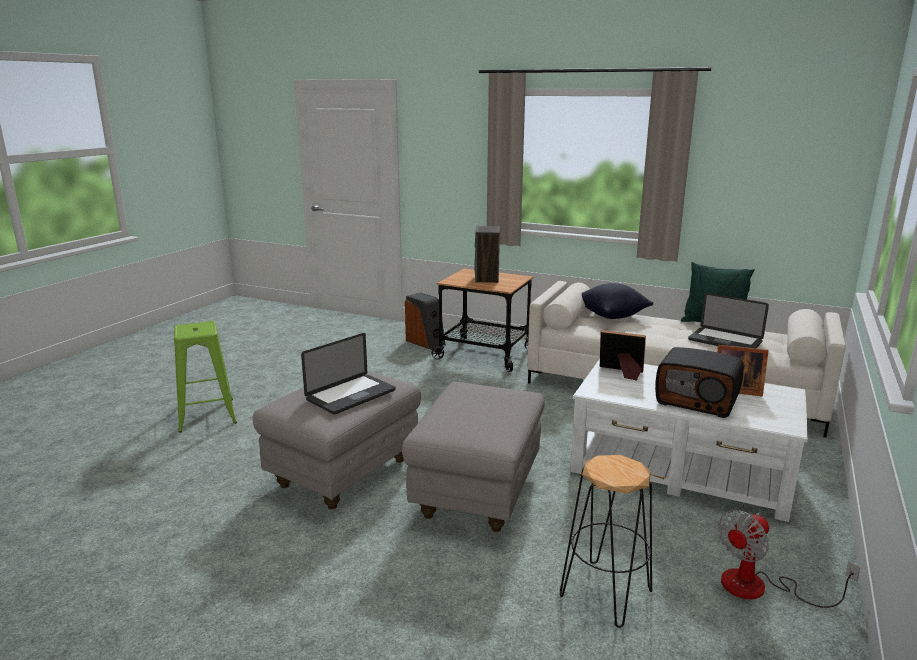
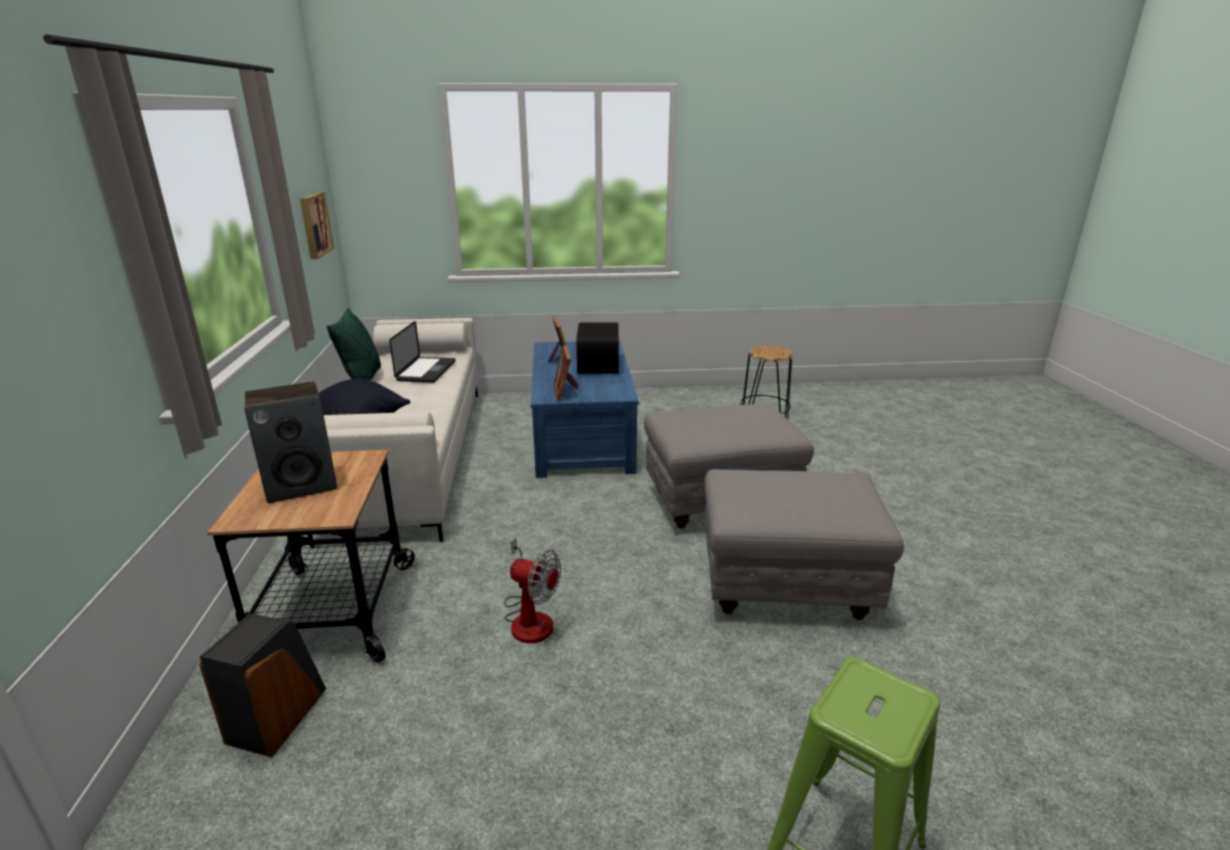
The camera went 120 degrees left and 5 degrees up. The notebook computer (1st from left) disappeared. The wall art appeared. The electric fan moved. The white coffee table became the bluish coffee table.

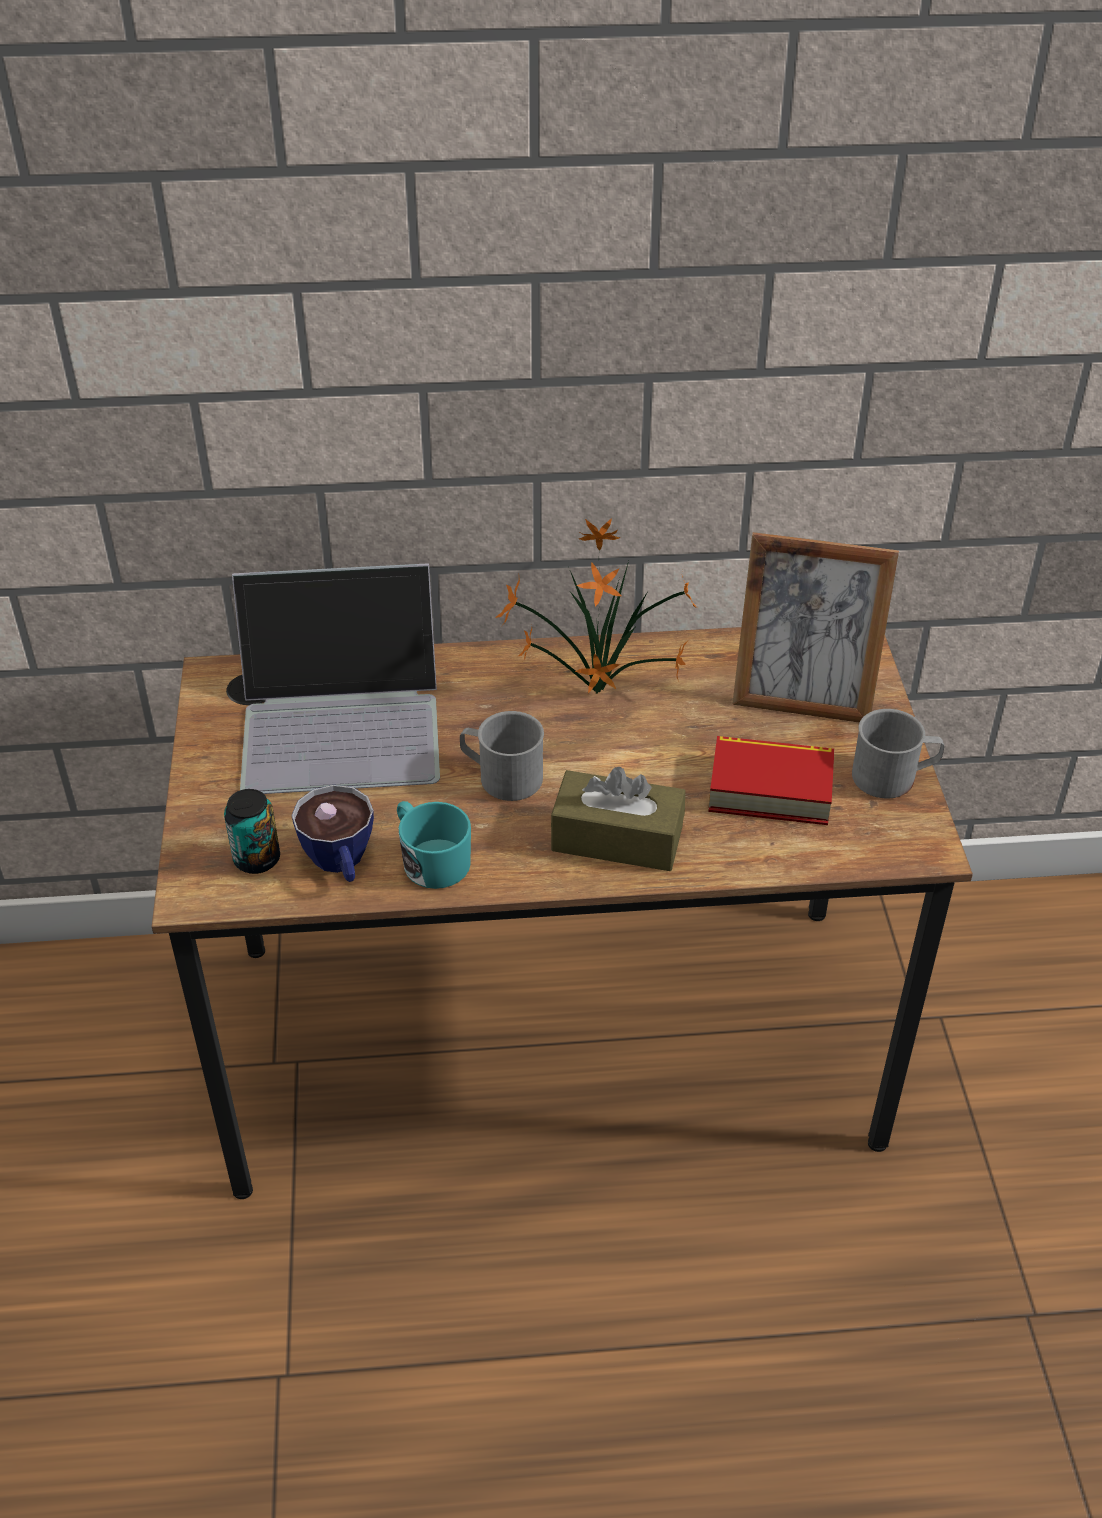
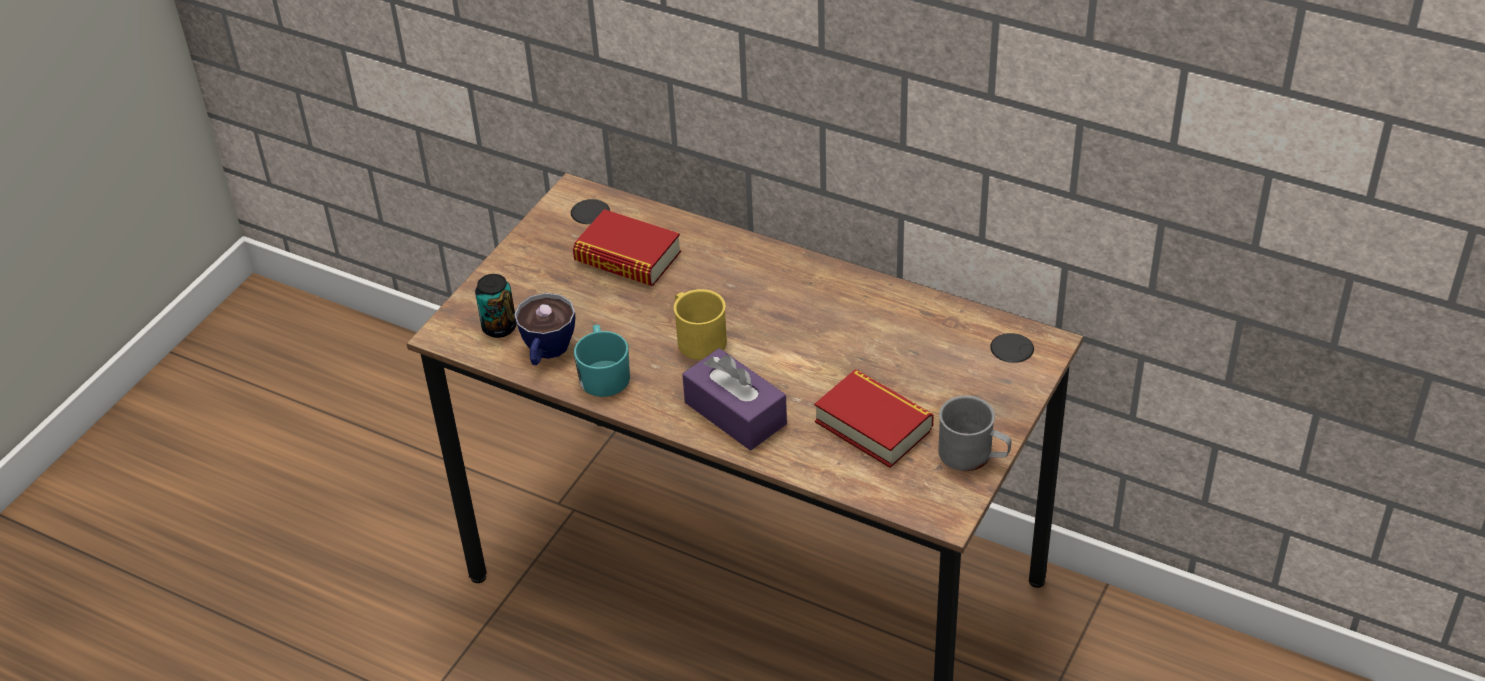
The camera went 35 degrees right and 0 degrees up. The potted plant disappeared. The photo frame disappeared. The notebook computer was replaced by the volume (1st from left). The gray coffee mug (1st from left) became the yellow coffee mug. The brown-coloured box of tissues became the purplish box of tissues.

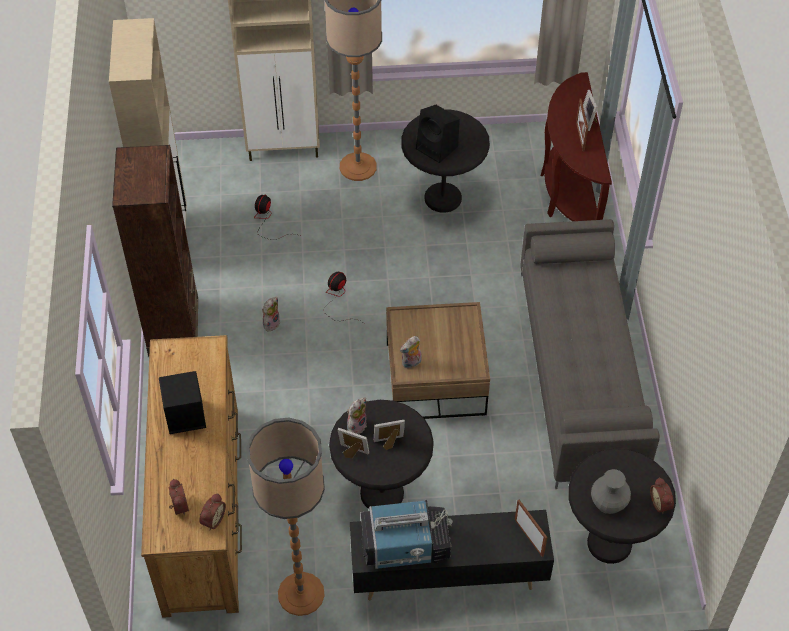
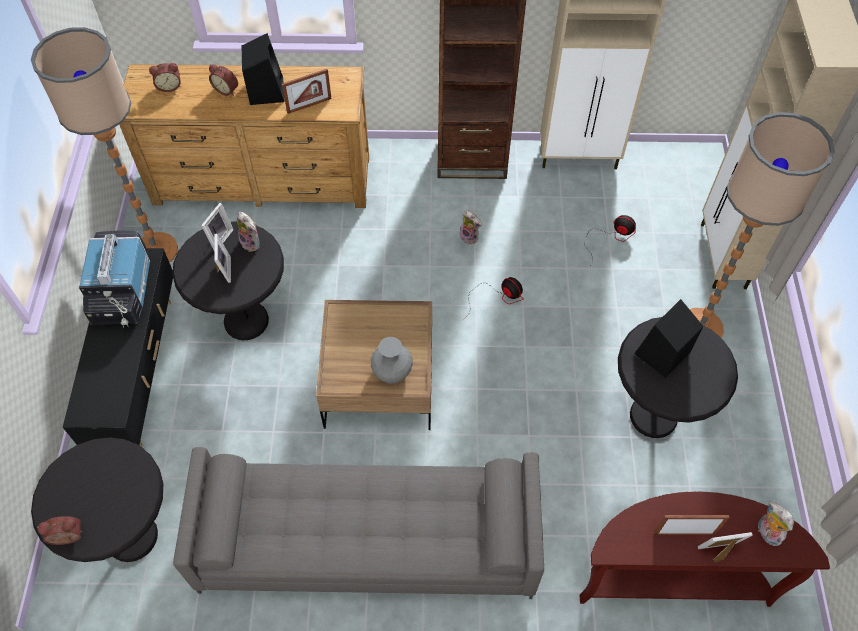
The camera went 95 degrees right and 5 degrees up. The table clock (2nd from left in the first image) moved. The plush toy (3rd from left) moved. The photo frame (3rd from left) moved. The gray vase moved.

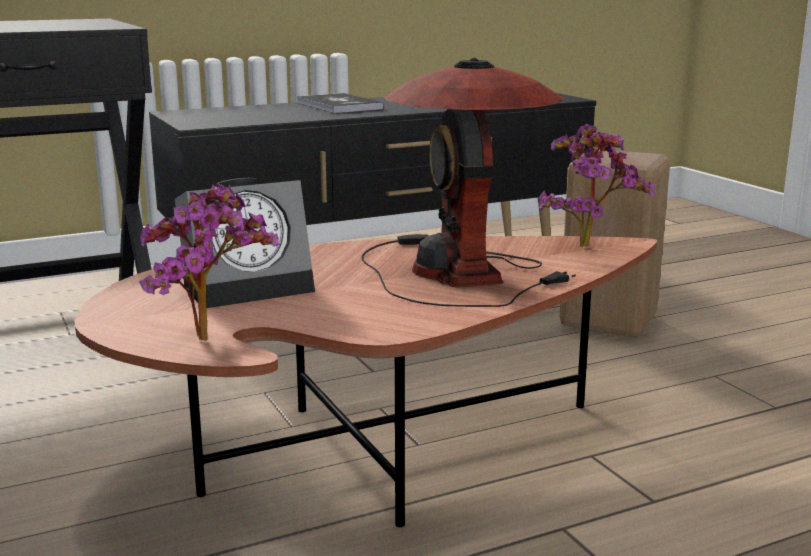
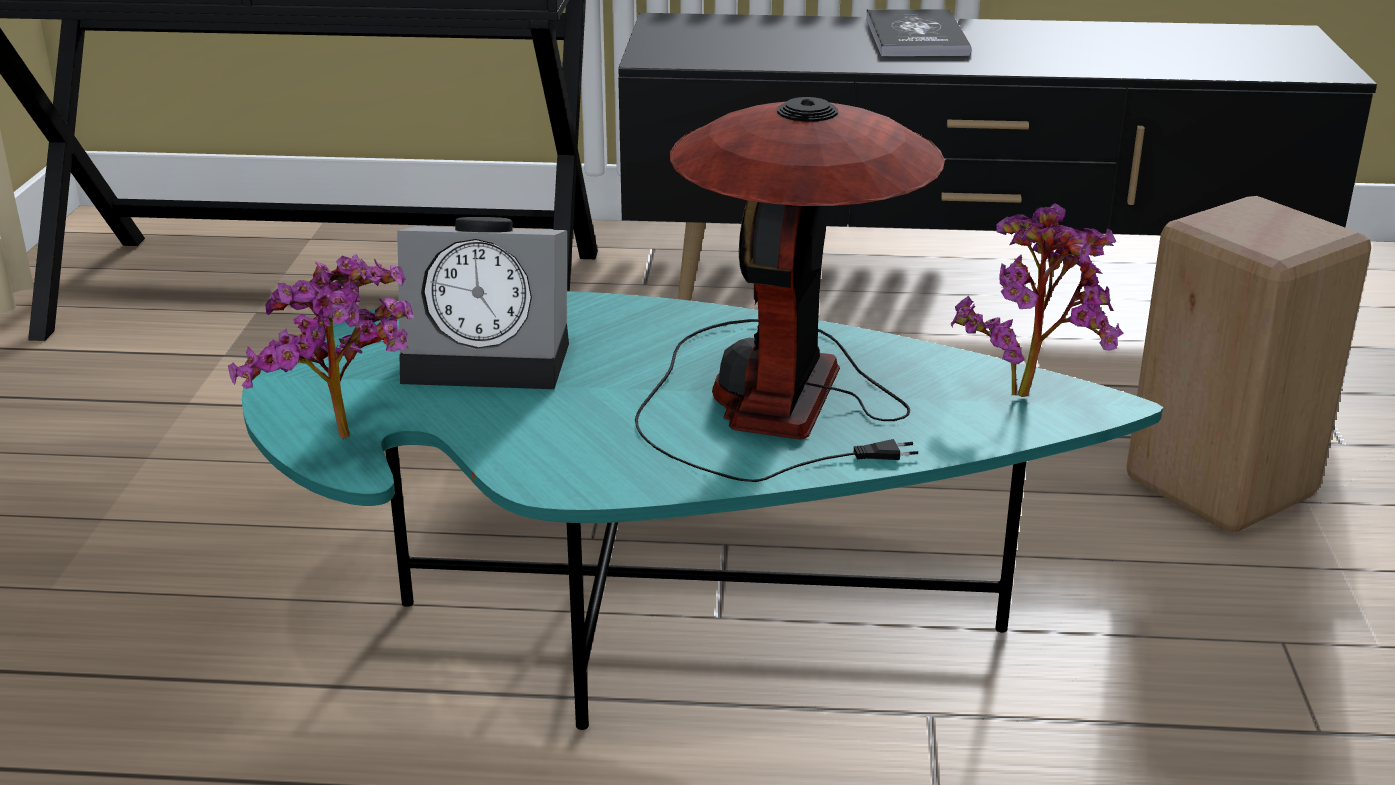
The camera went 30 degrees right and 10 degrees up. The brown-coloured coffee table became the turquoise-coloured coffee table.

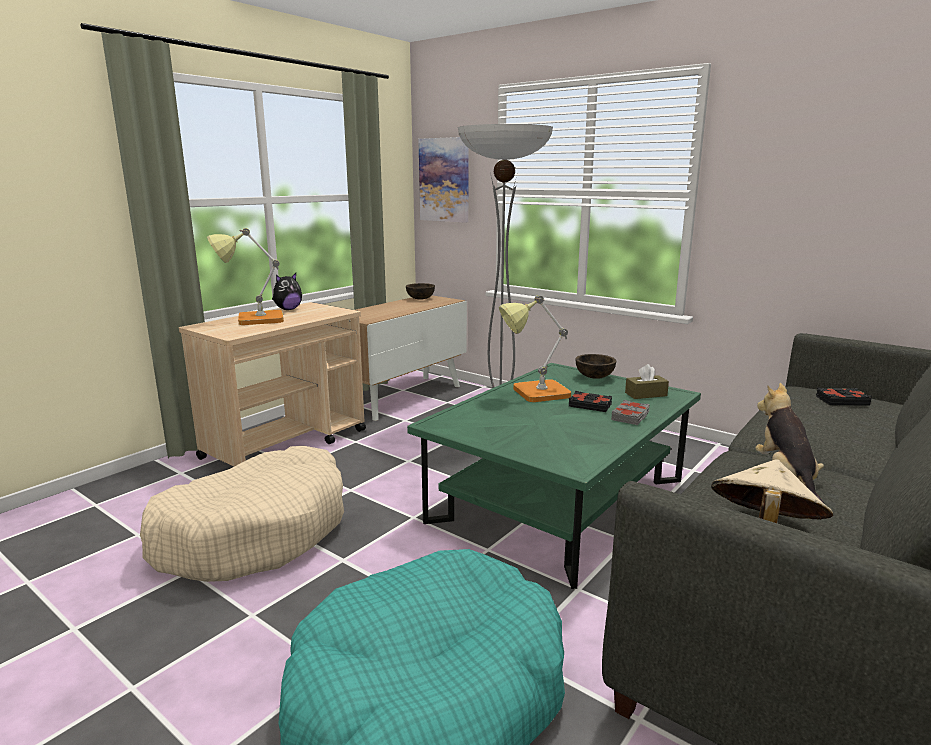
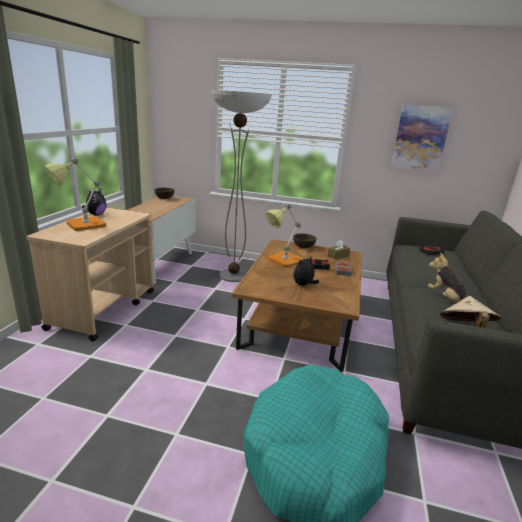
The camera went 25 degrees left and 5 degrees up. The beige-coloured pet bed disappeared. The plush toy (2nd from left) appeared. The wall art moved. The green coffee table became the brown-coloured coffee table.

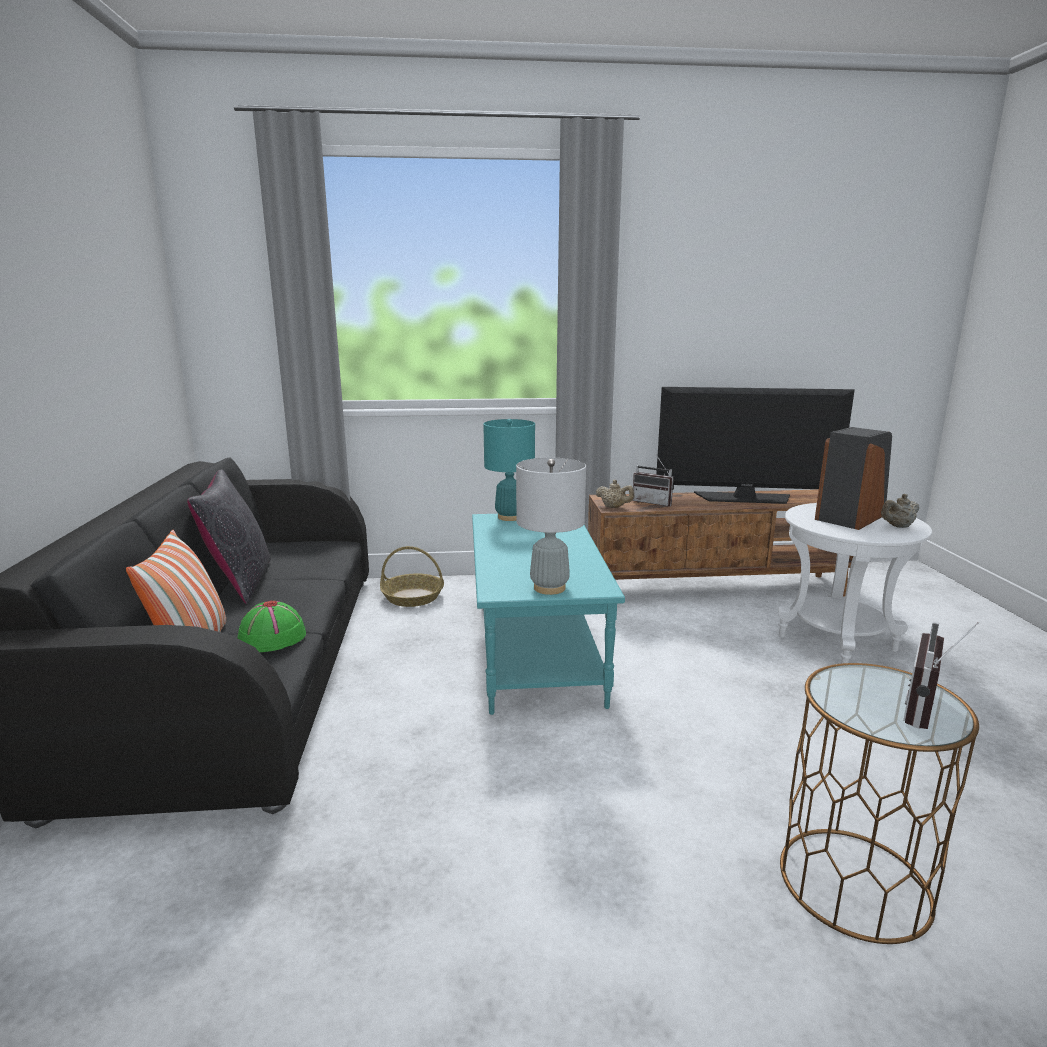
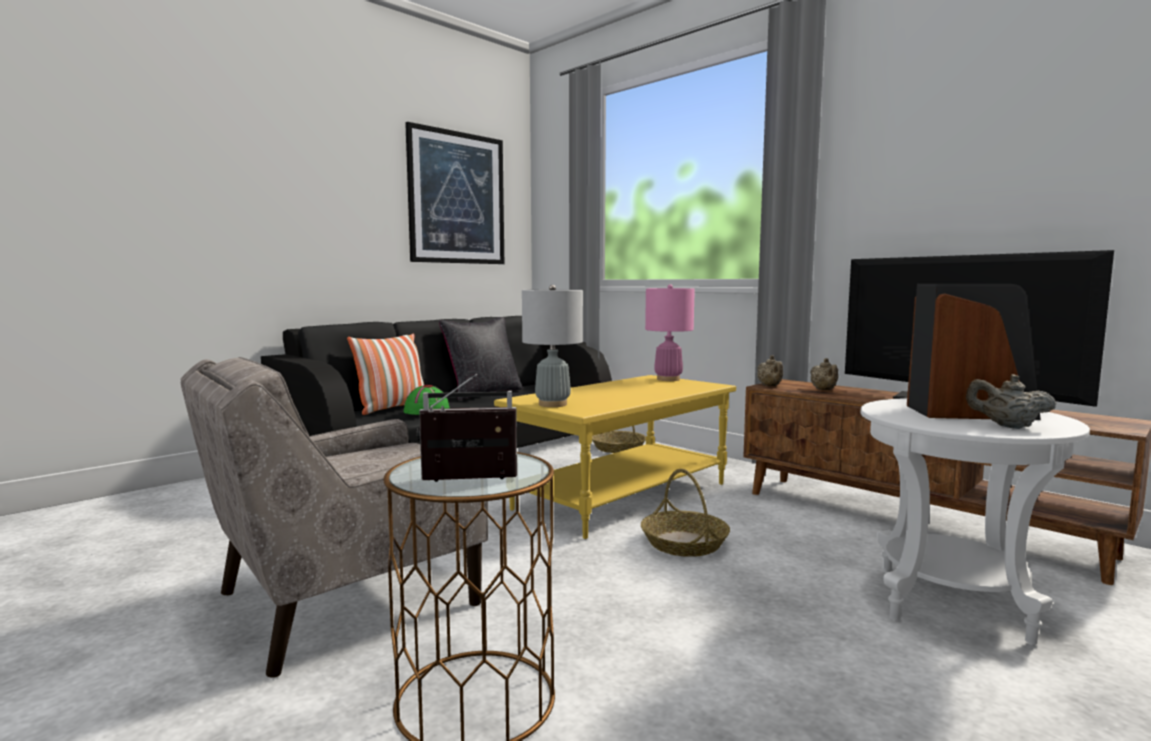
The camera went 50 degrees right and 10 degrees down. The beige-coloured armchair appeared. The wall art appeared. The household basket (2nd from left) appeared. The radio (1st from left) was replaced by the beige-coloured pot for tea (2nd from left). The turquoise-coloured coffee table became the yellow coffee table. The turquoise-coloured lamp for a table became the pink-coloured lamp for a table.

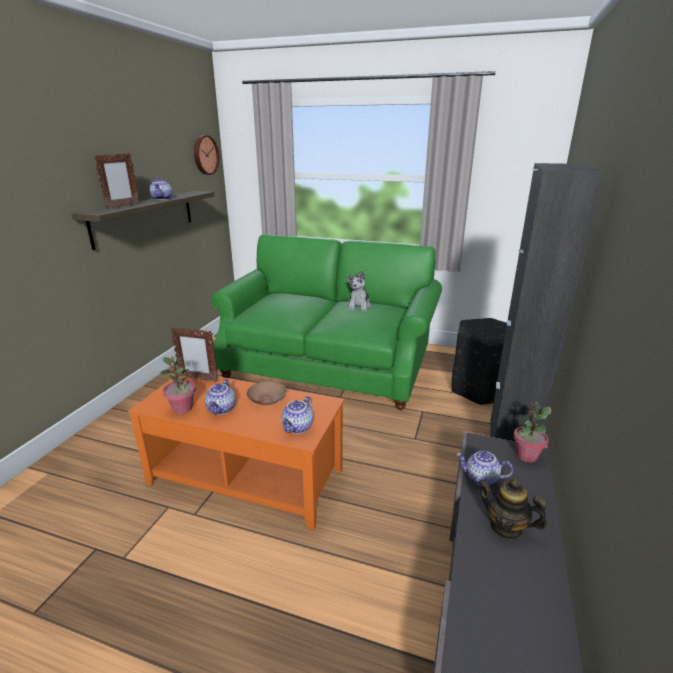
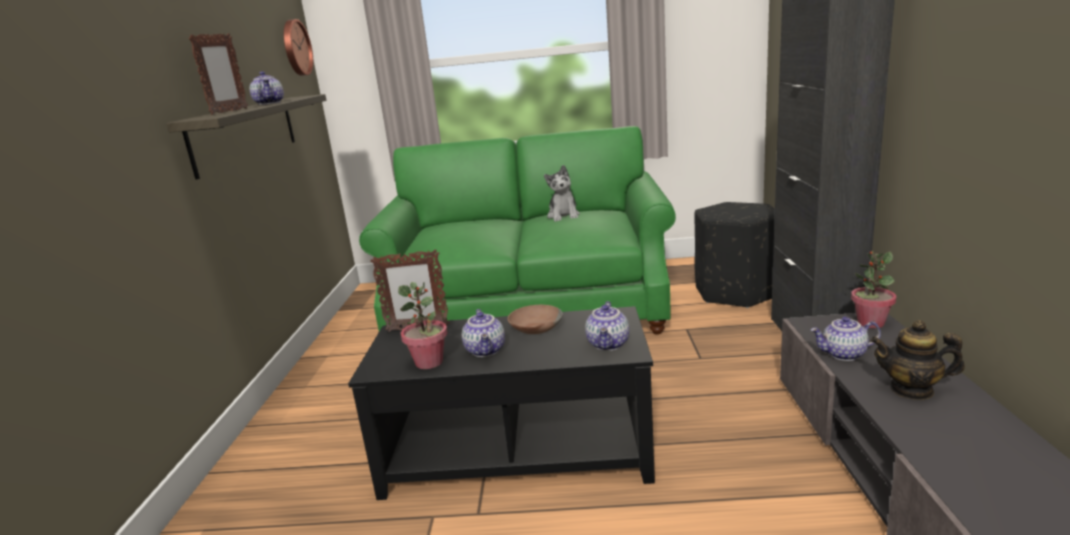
The camera went 15 degrees left and 5 degrees down. The orange coffee table became the blackish coffee table.

